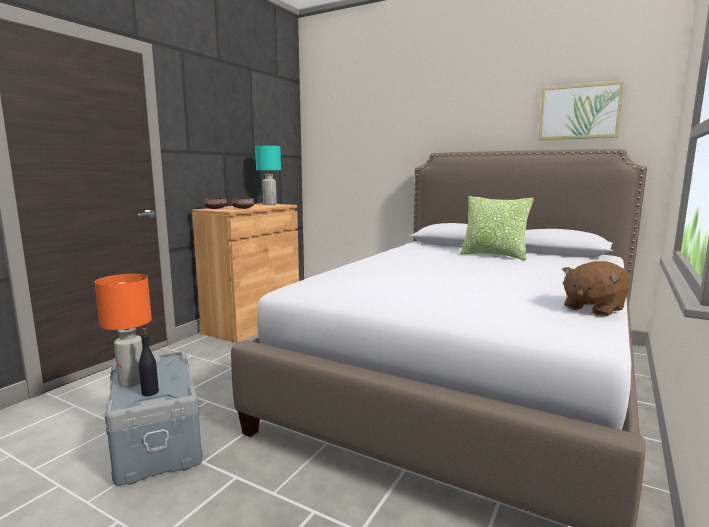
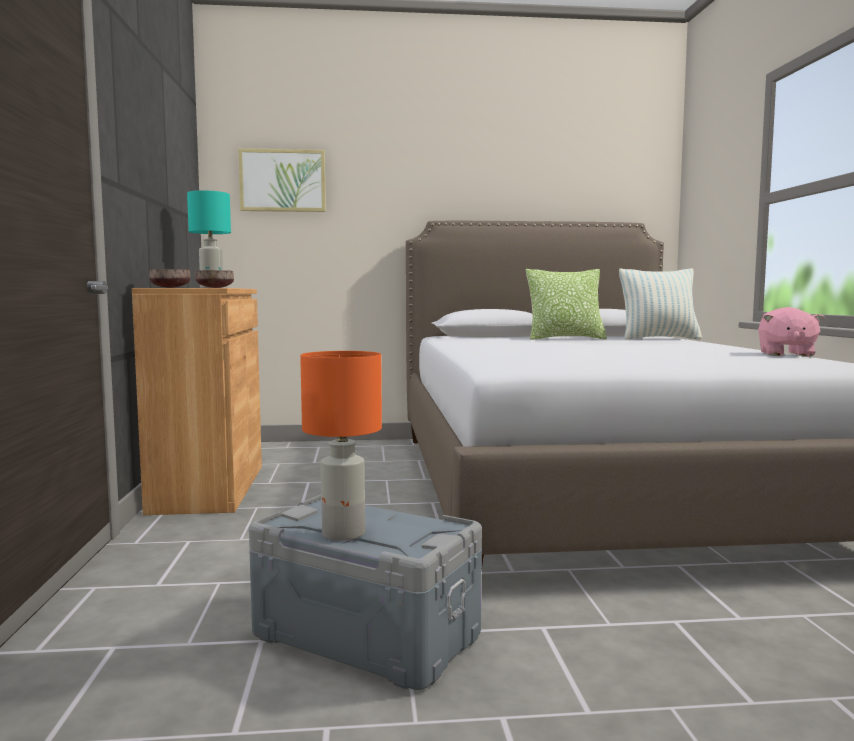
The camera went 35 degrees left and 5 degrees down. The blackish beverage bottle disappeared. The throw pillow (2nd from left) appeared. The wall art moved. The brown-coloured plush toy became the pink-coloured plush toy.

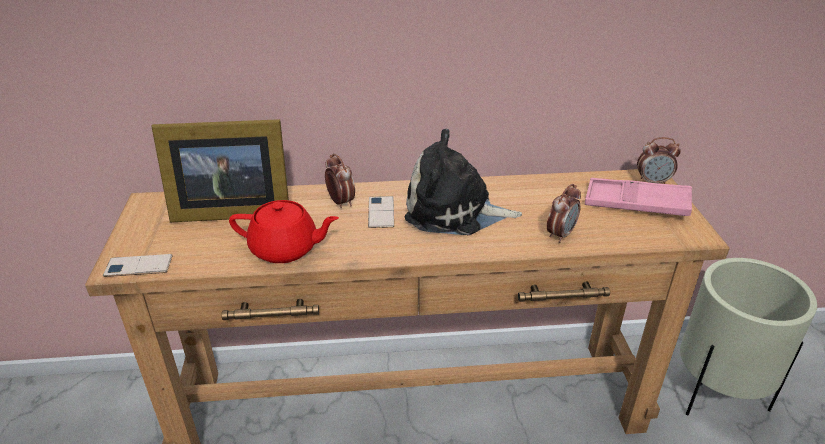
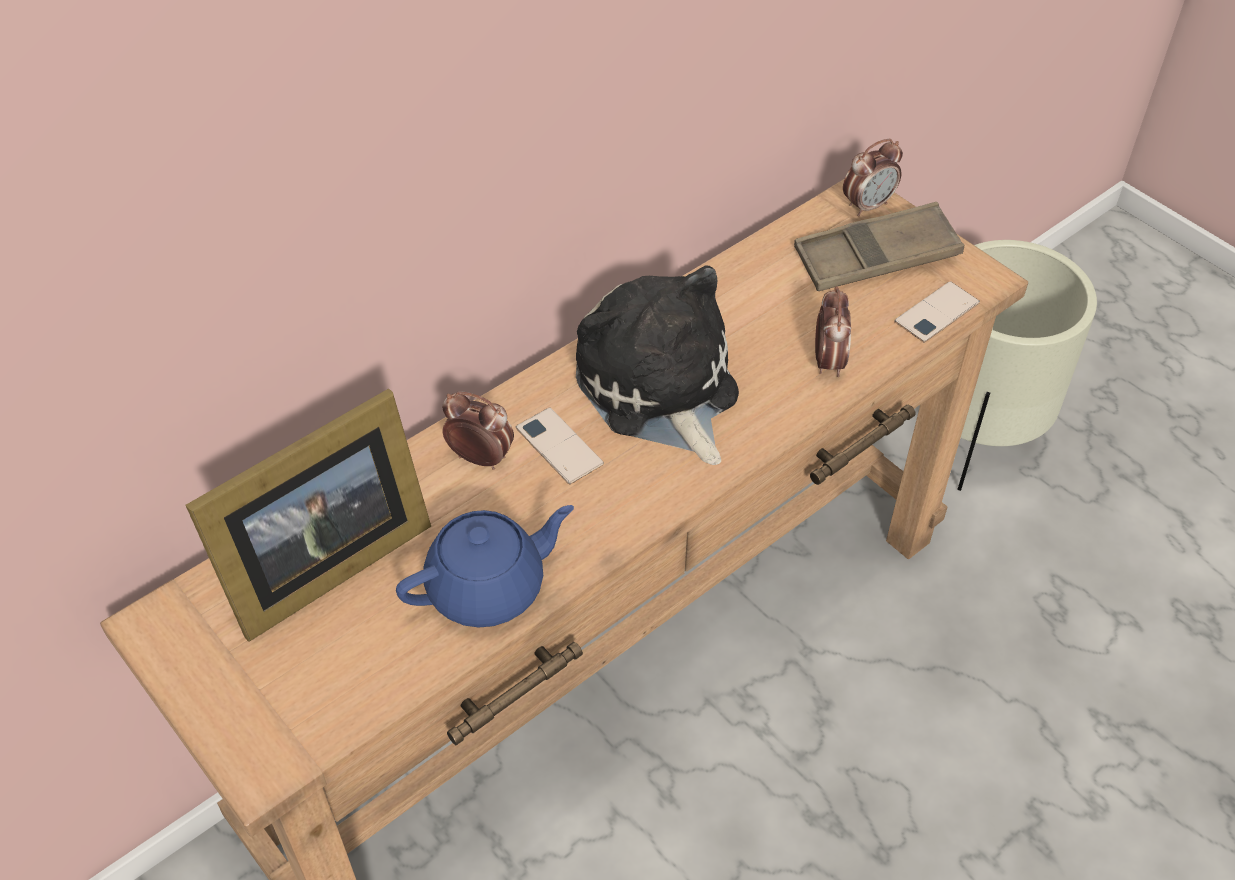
The camera went 35 degrees left and 15 degrees up. The handset (1st from left in the first image) moved. The red-coloured pot for tea became the bluish pot for tea. The pink-coloured serving tray became the brown-coloured serving tray. The plush toy turned 90 degrees clockwise.

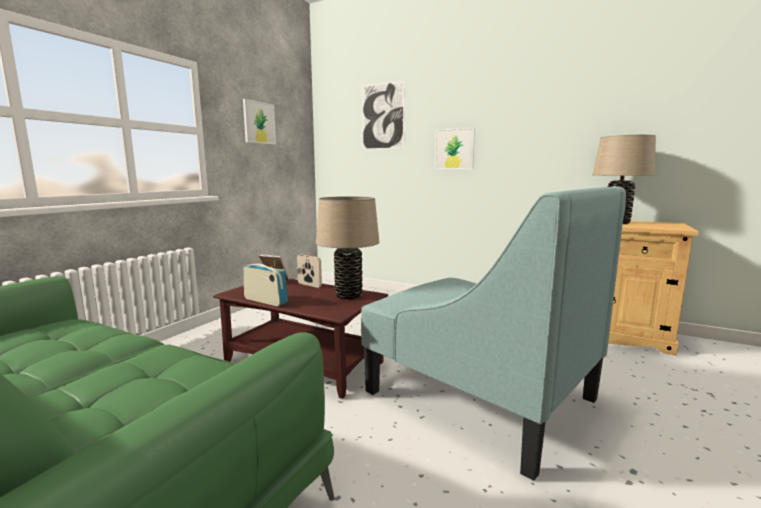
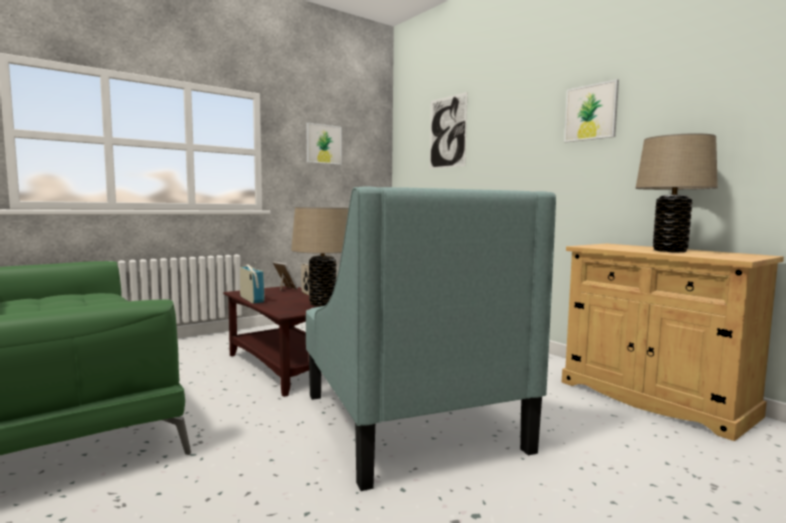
The camera went 25 degrees right and 5 degrees down. The wall art (3rd from left) moved.

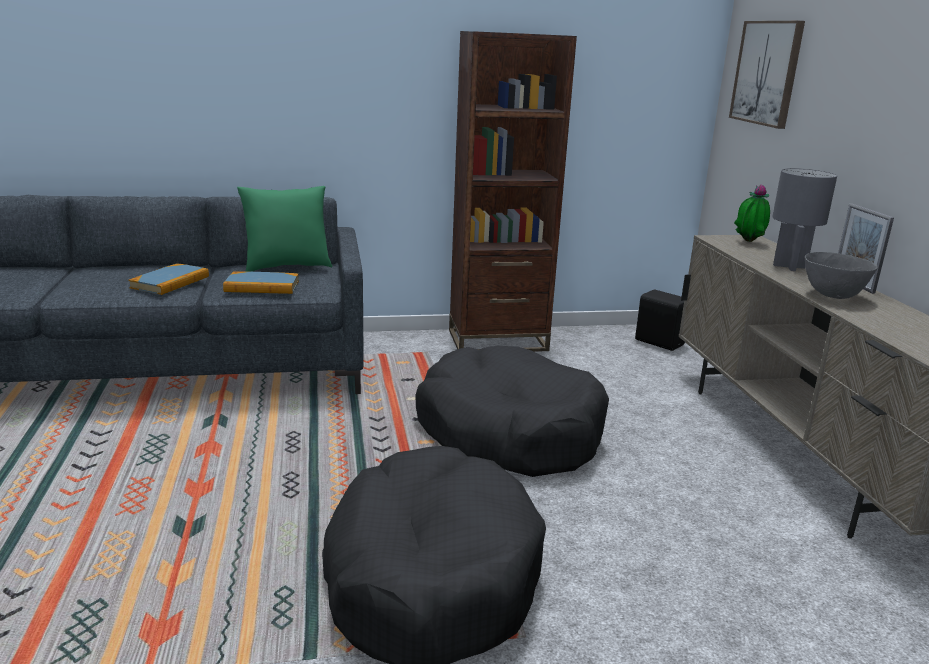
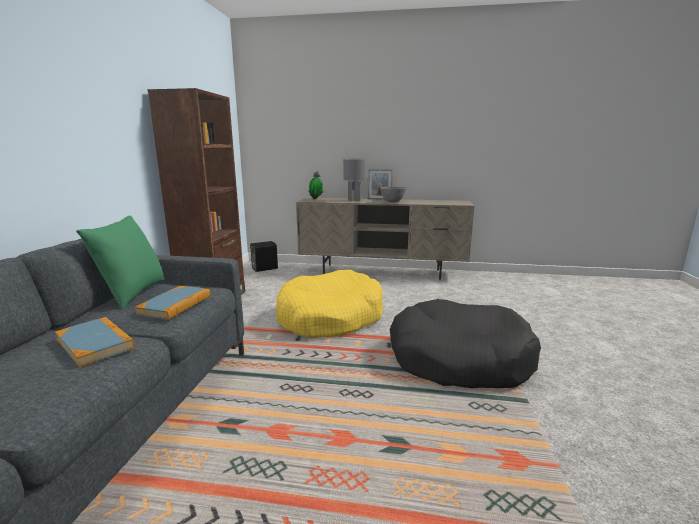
The camera went 70 degrees left and 5 degrees down. The wall art disappeared. The blackish pet bed (2nd from left) became the yellow pet bed.

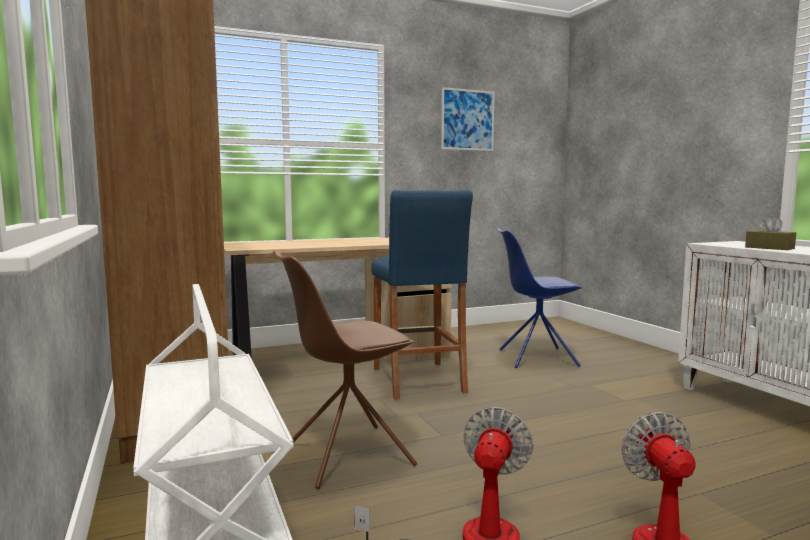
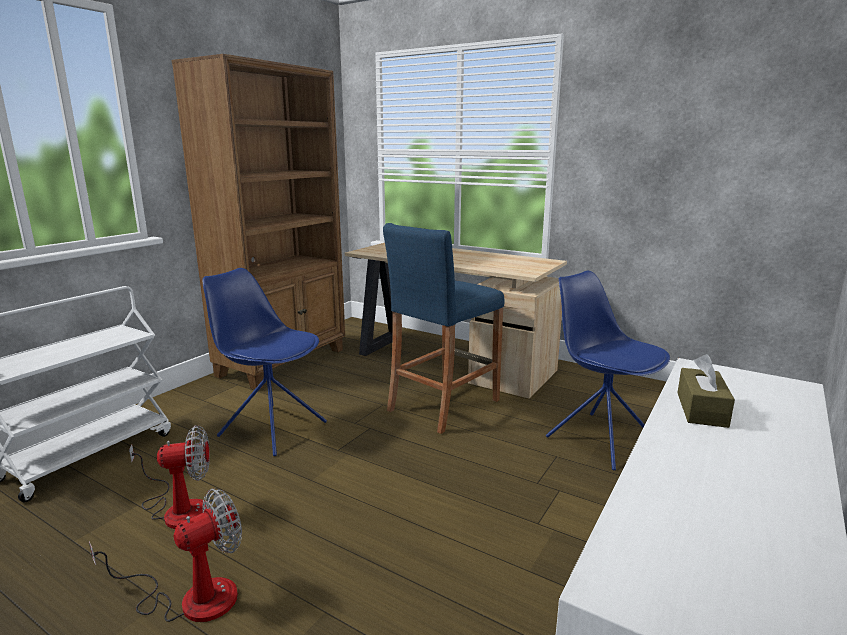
The camera went 55 degrees right and 10 degrees up. The wall art disappeared. The brown-coloured chair became the bluish chair (1st from left).

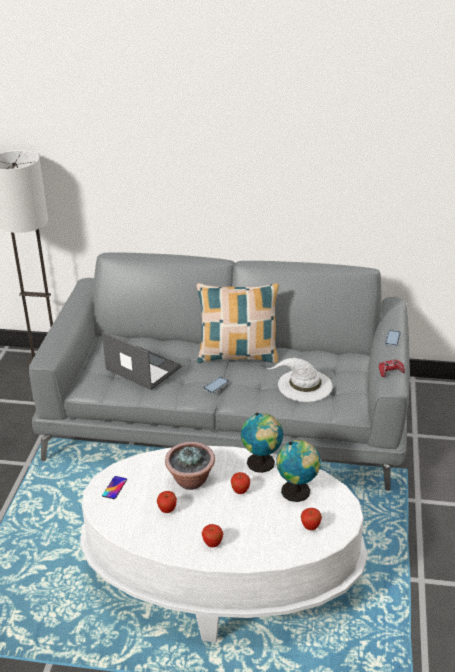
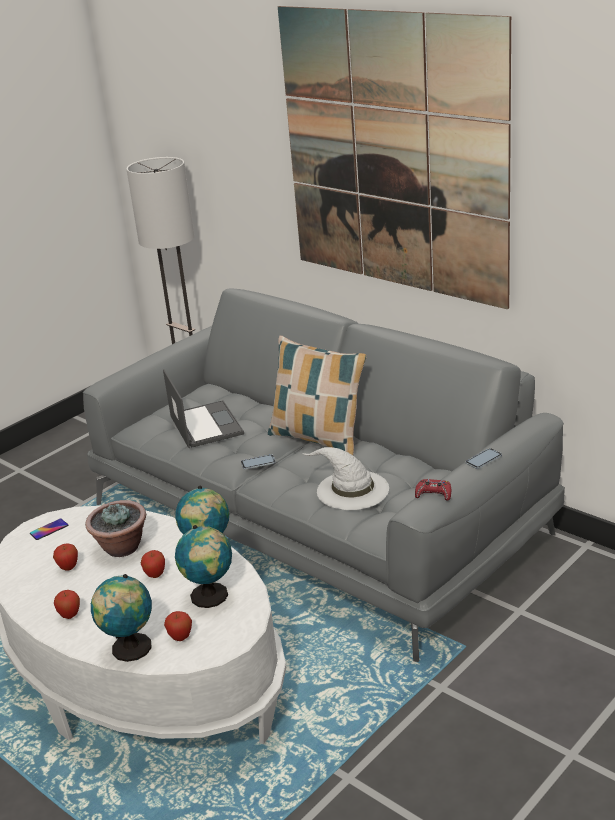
The camera went 35 degrees right and 5 degrees down. The desk globe (1st from left) appeared. The wall art appeared.

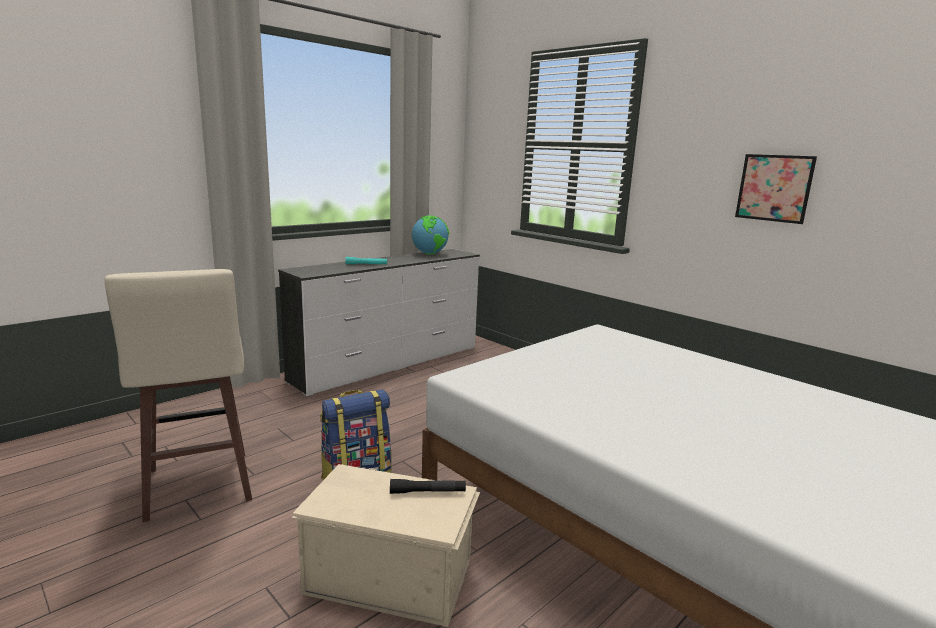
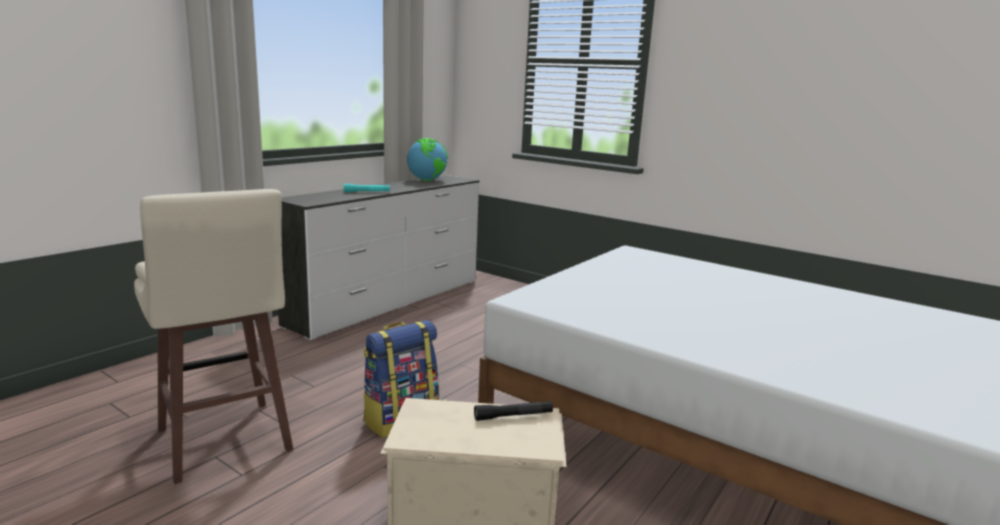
The camera went 10 degrees left and 0 degrees up. The wall art disappeared.

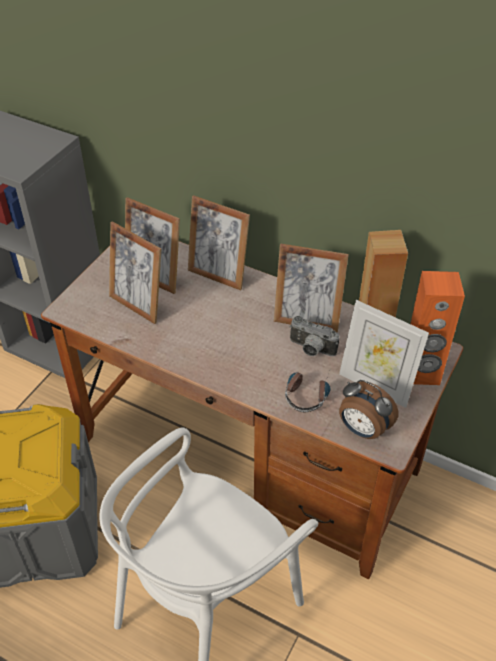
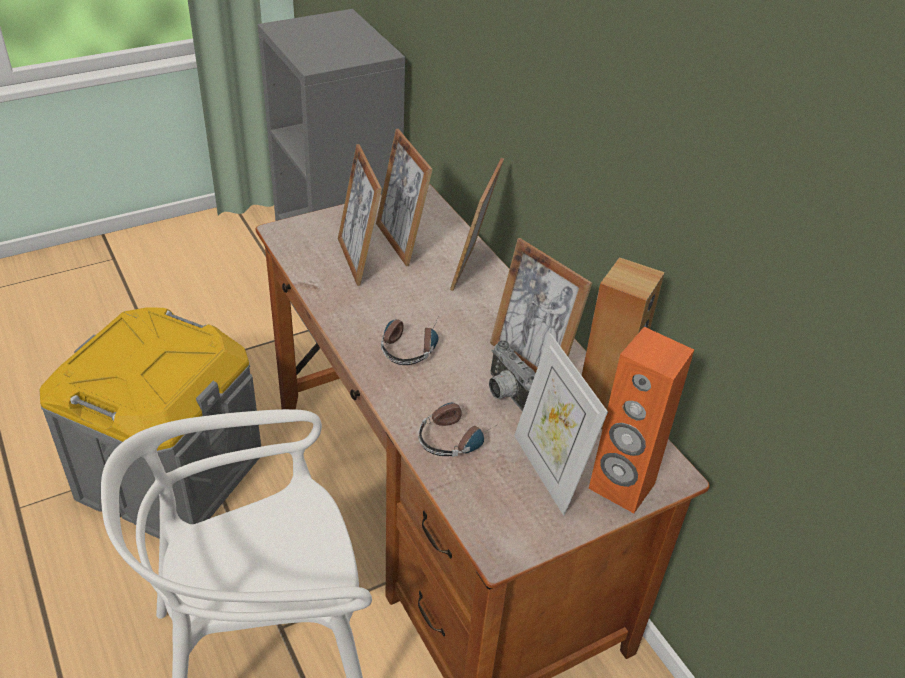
The camera went 30 degrees right and 5 degrees down. The table clock disappeared. The pair of headphones (1st from left) appeared. The photo frame (3rd from left) turned 45 degrees clockwise.

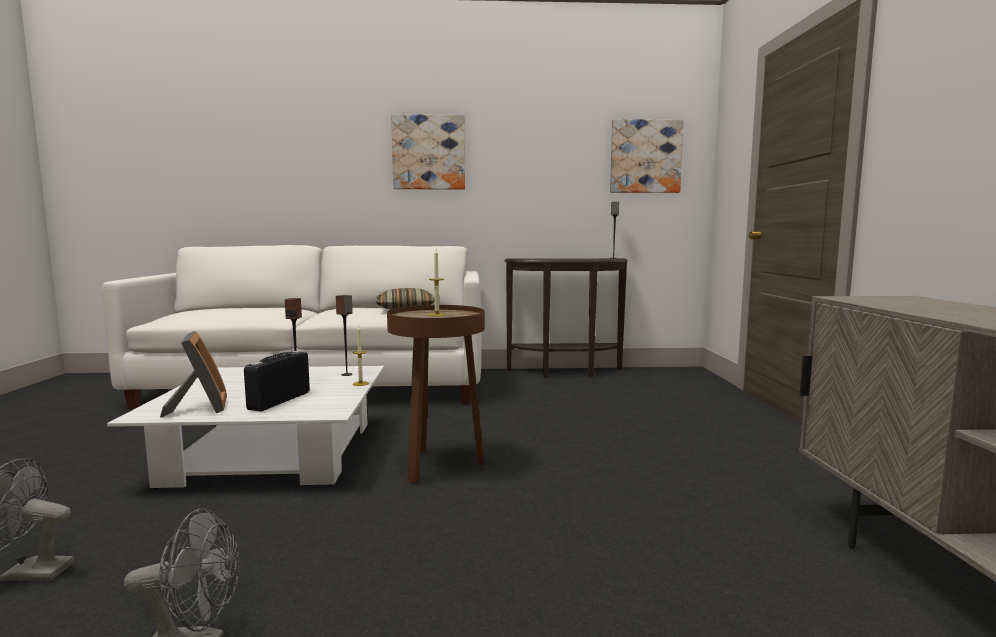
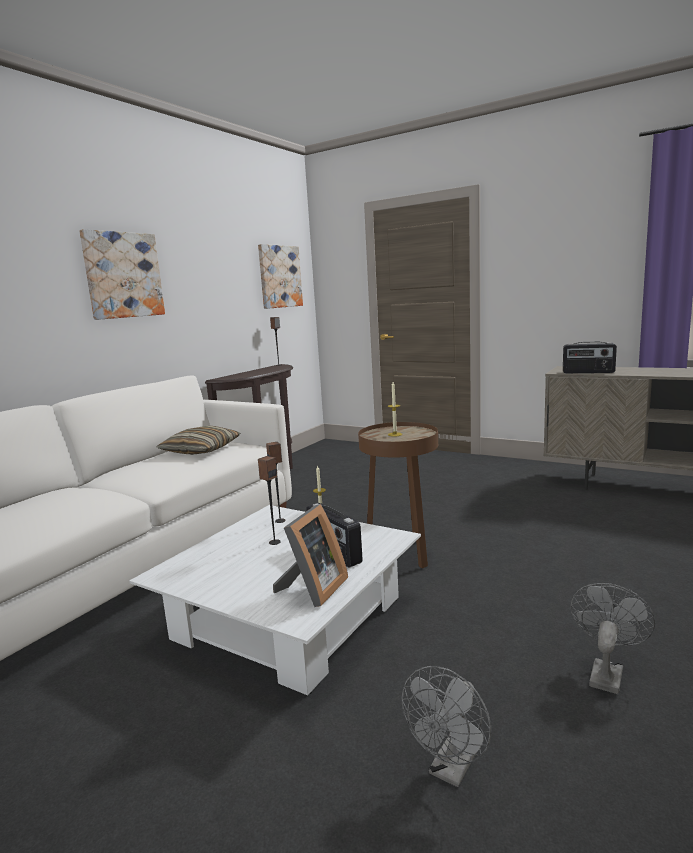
The camera went 55 degrees left and 5 degrees up. The radio (2nd from left) appeared. The photo frame turned 105 degrees clockwise.

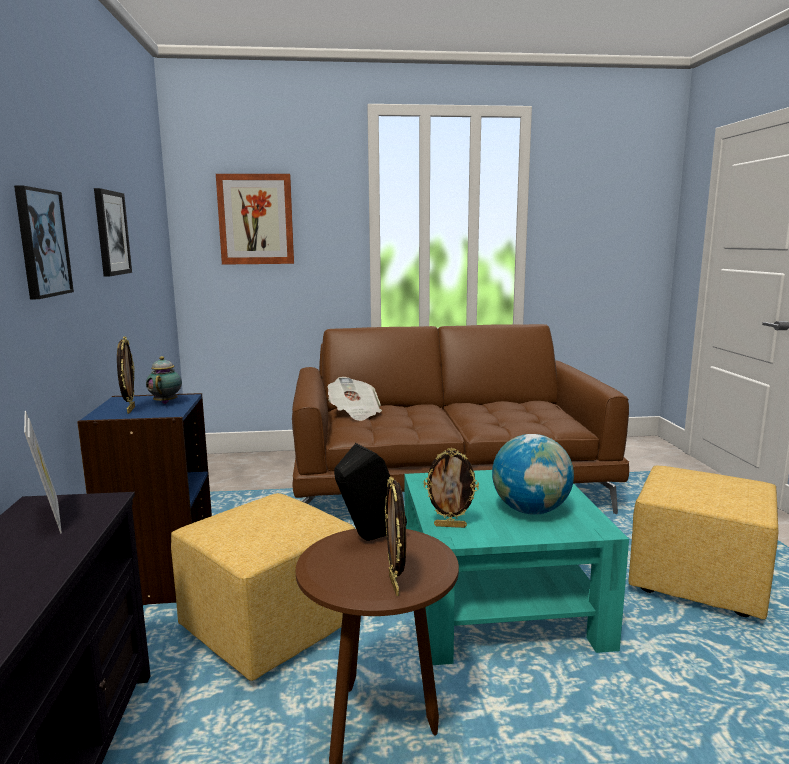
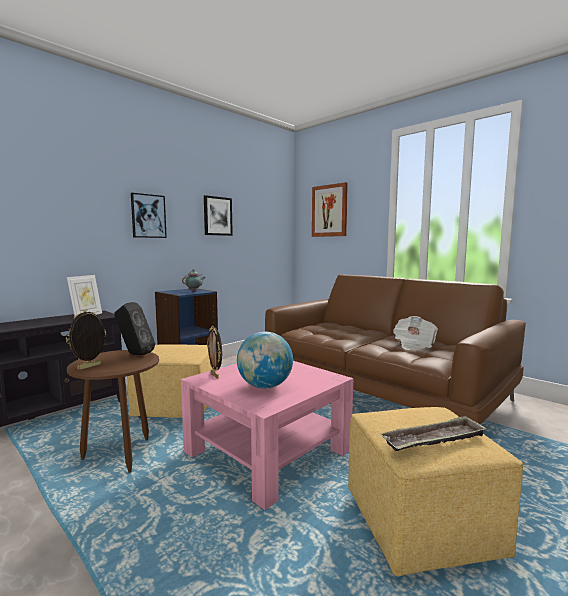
The camera went 50 degrees right and 5 degrees down. The photo frame (2nd from left) disappeared. The serving tray appeared. The newspaper moved. The turquoise-coloured coffee table became the pink-coloured coffee table.

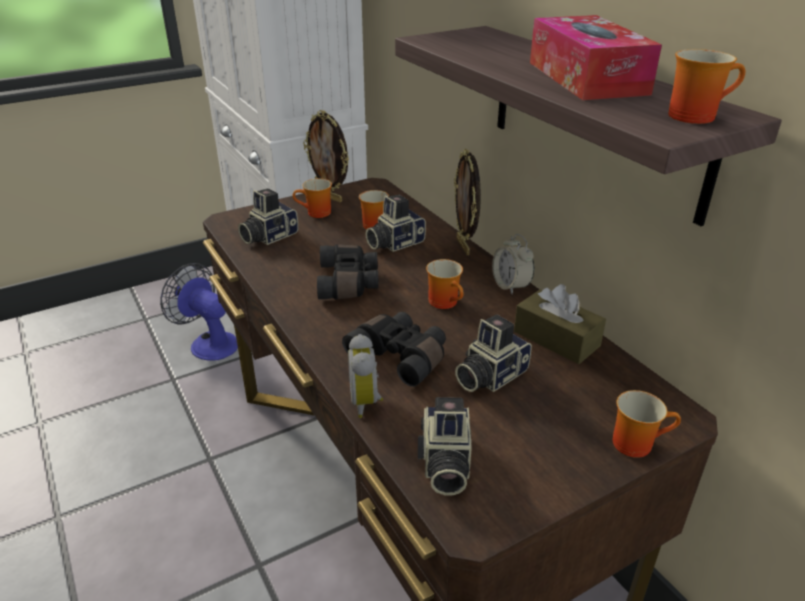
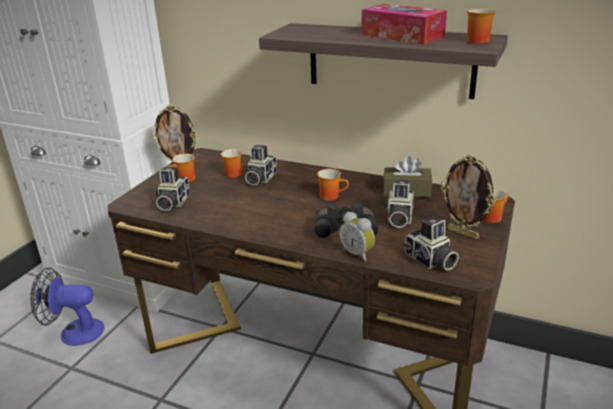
The camera went 35 degrees left and 5 degrees down. The blackish field glasses (1st from left) disappeared. The table clock (2nd from left) disappeared. The photo frame (2nd from left) moved.

